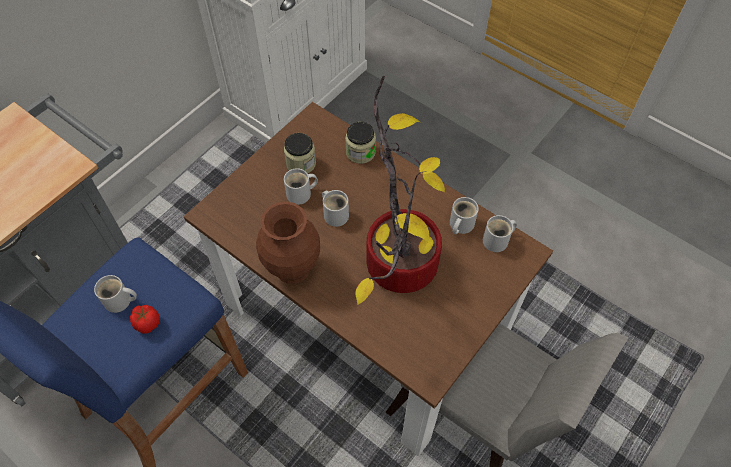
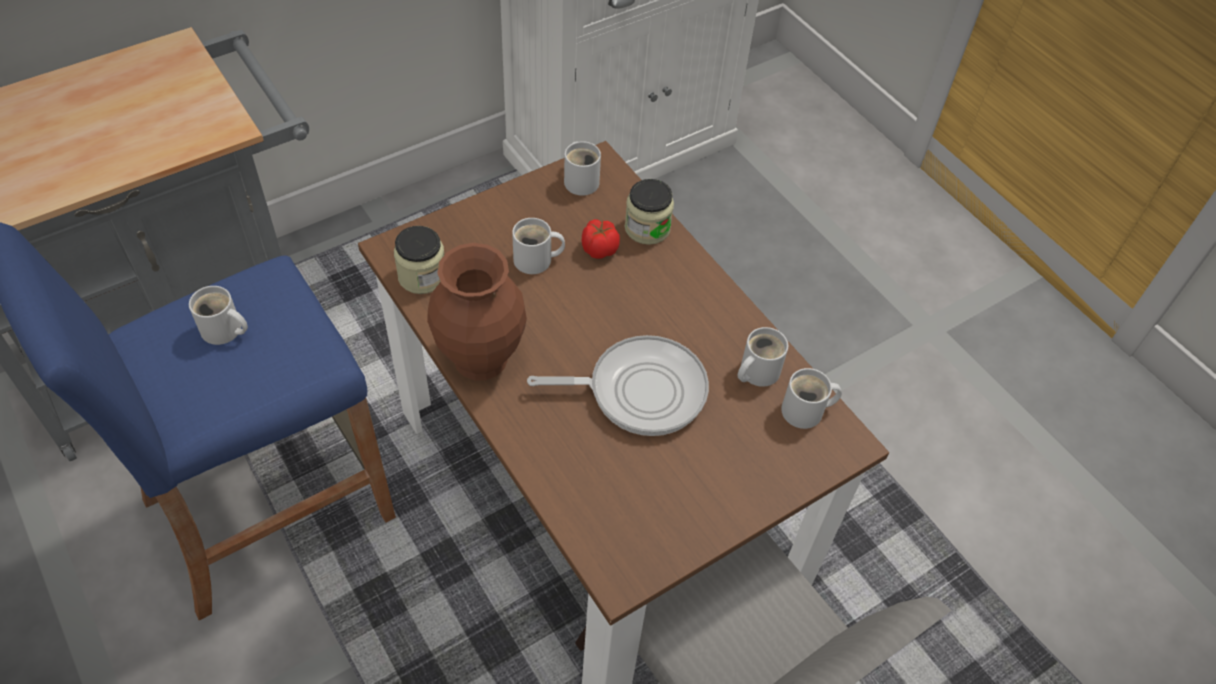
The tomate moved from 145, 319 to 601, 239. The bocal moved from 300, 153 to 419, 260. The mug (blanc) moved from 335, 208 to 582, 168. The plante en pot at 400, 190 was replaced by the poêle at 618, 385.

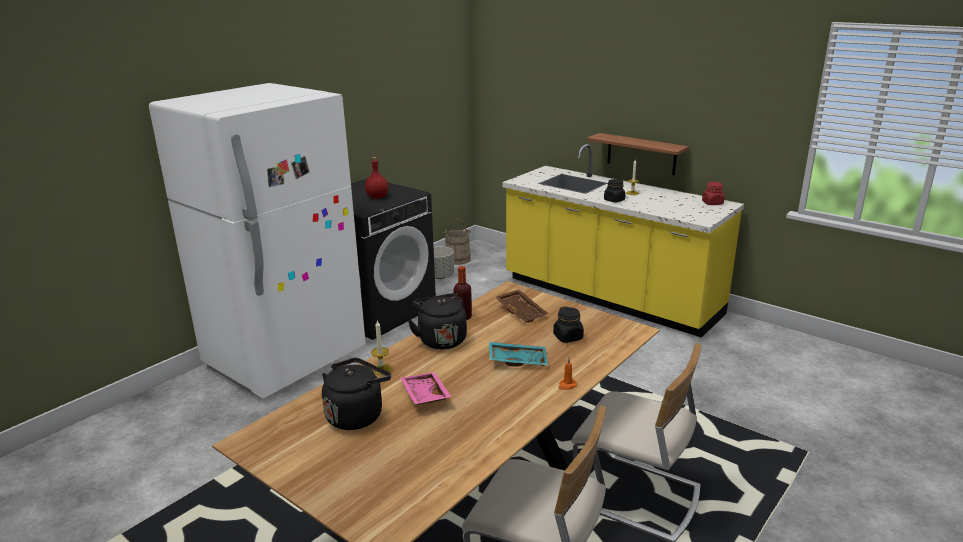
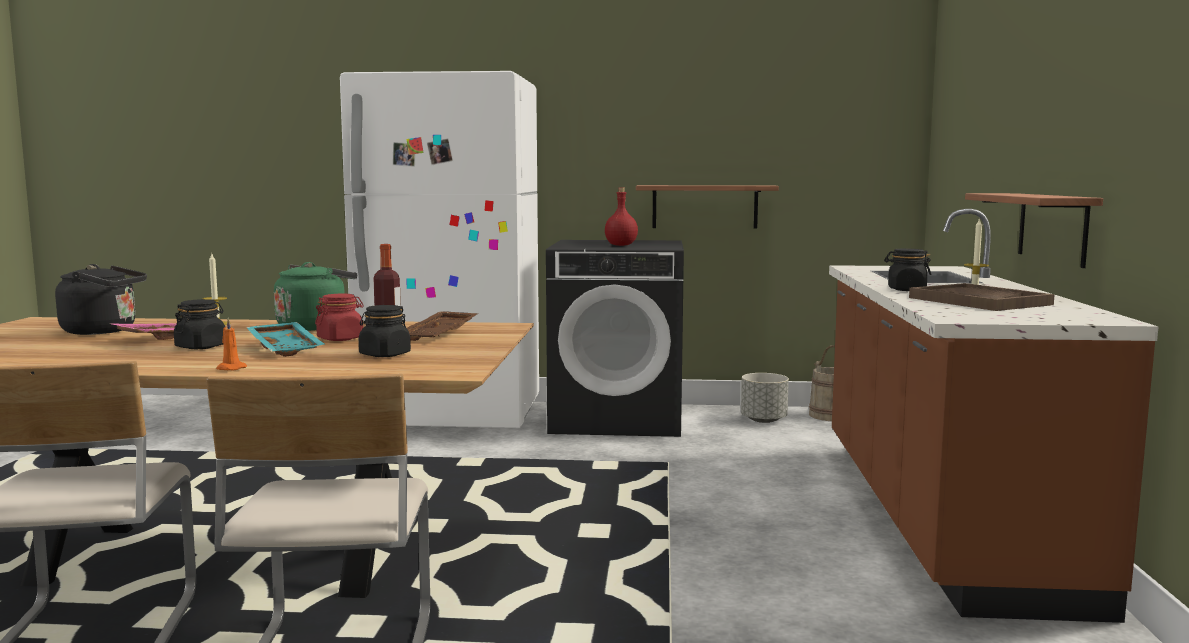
The bocal (noir) at 199, 324 appeared. The étagère at 707, 207 appeared. The plateau (marron) at 982, 297 appeared. The bocal (rouge) moved from 713, 193 to 339, 317. The bouilloire (noir) at 437, 321 became the bouilloire (vert) at 315, 296. The comptoir de cuisine (jaune) at 623, 241 became the comptoir de cuisine (marron) at 993, 416.

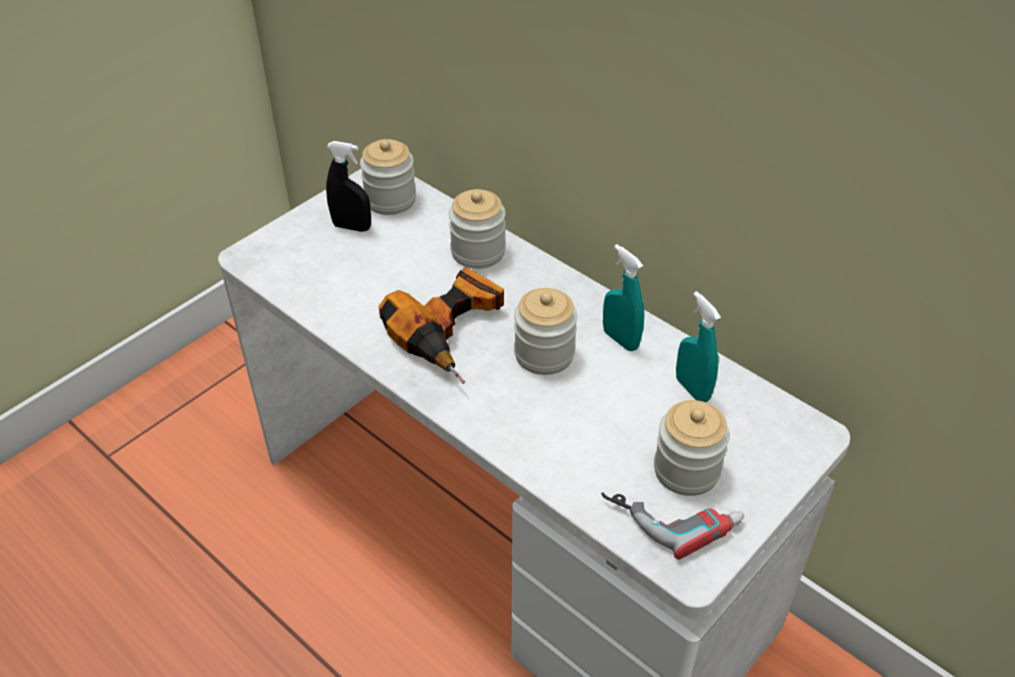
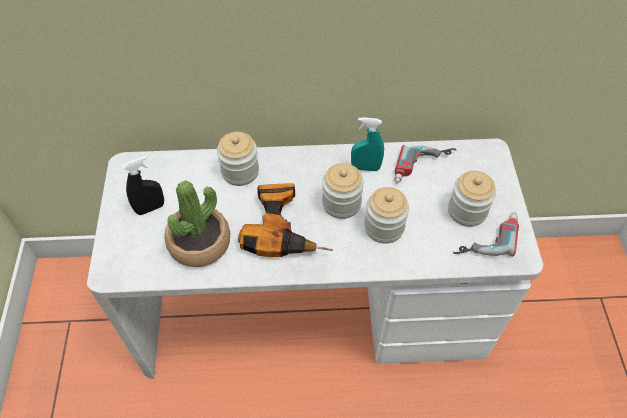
The plante en pot at 197, 224 appeared. The bocal moved from 388, 177 to 386, 215. The vaporisateur (turquoise) at 698, 346 was replaced by the perceuse at 425, 164.

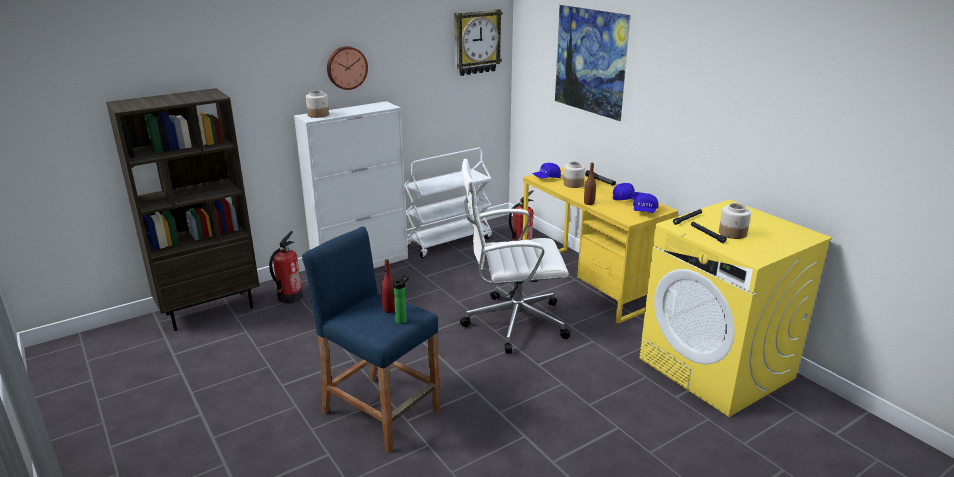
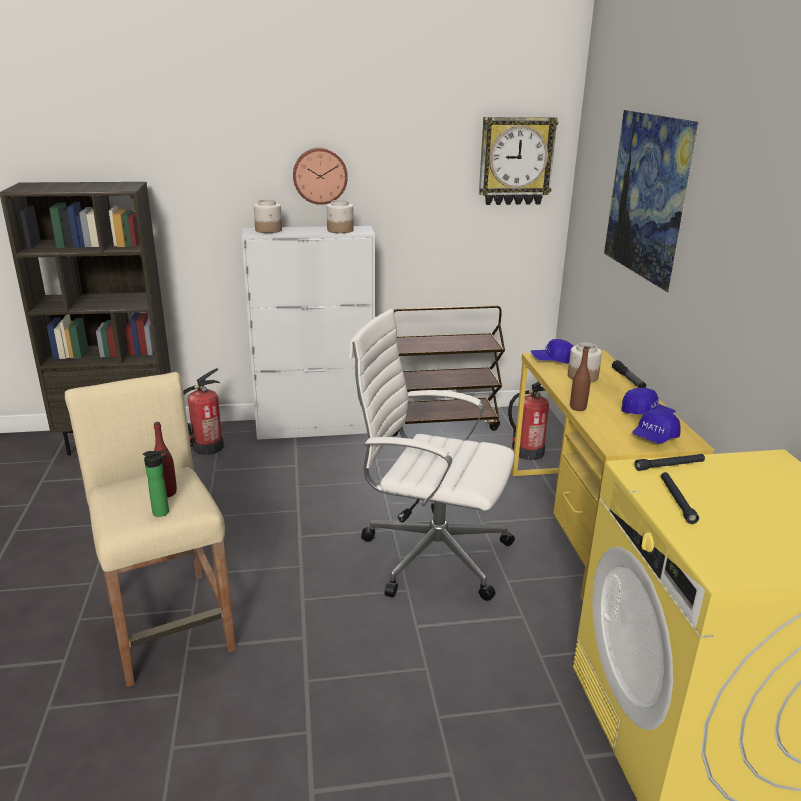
The bocal moved from 735, 221 to 340, 216. The tabouret (bleu) at 371, 339 became the tabouret (beige) at 150, 529. The chariot (blanc) at 448, 203 became the chariot (marron) at 449, 370.

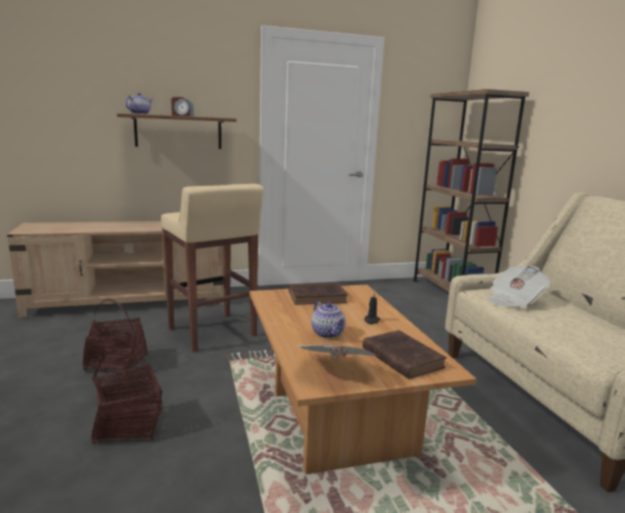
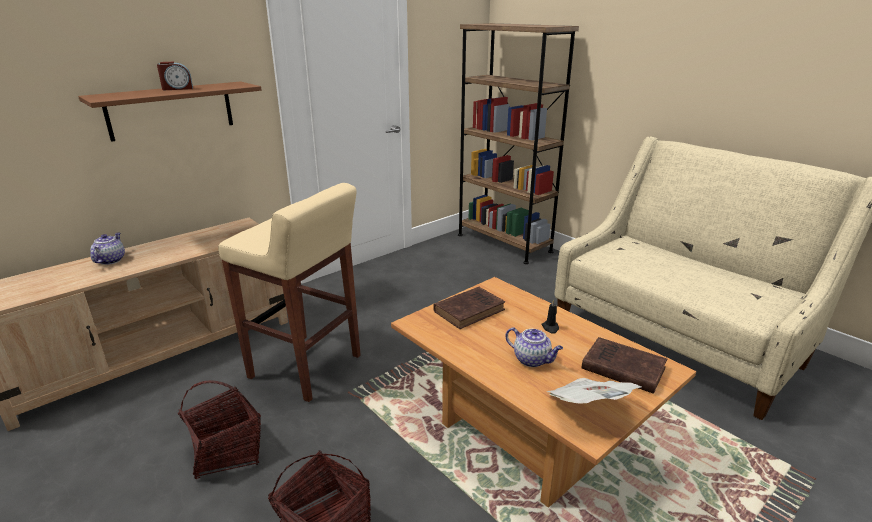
The journal at 520, 286 disappeared. The théière moved from 139, 103 to 107, 249.

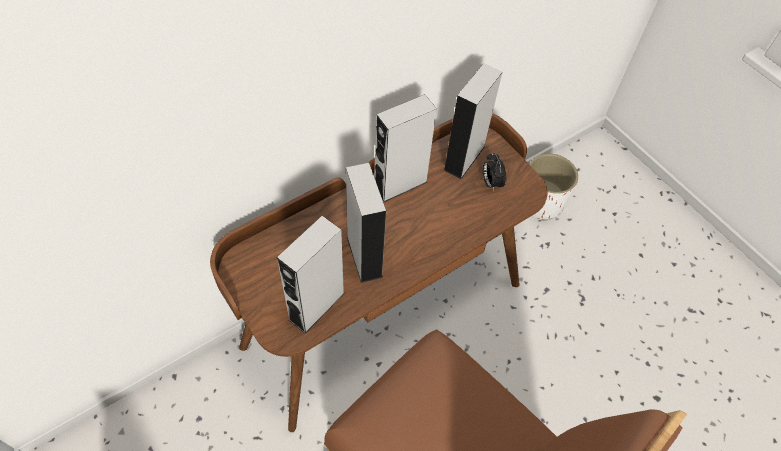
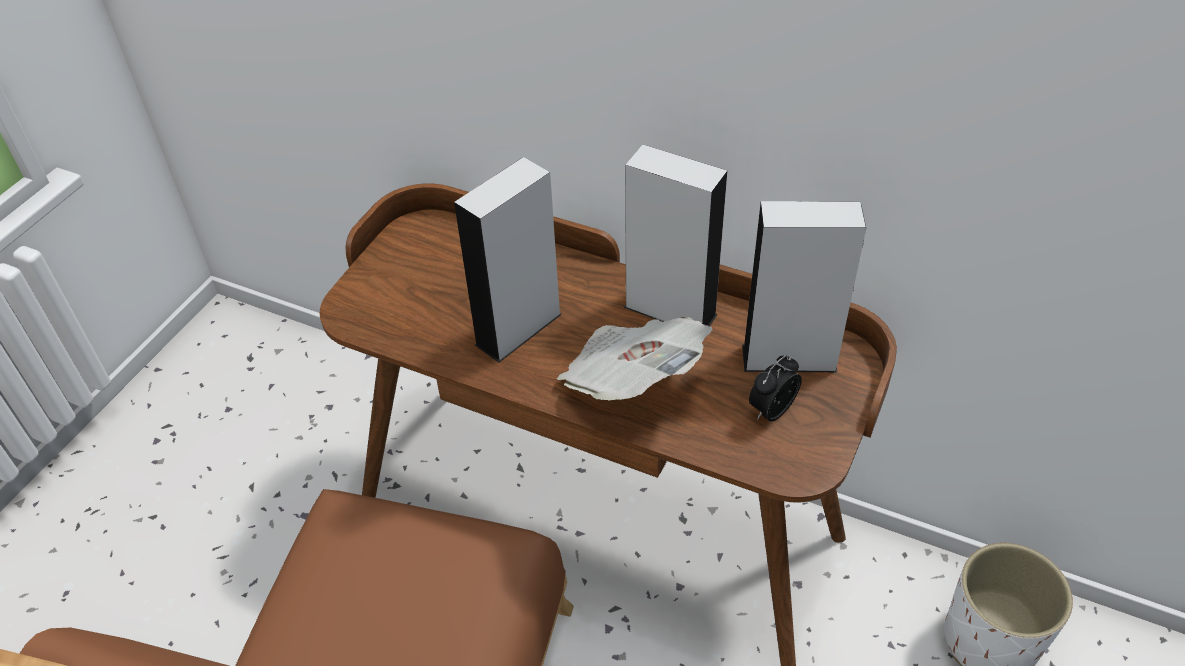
The enceinte (gris) at 311, 275 disappeared. The journal at 635, 358 appeared.

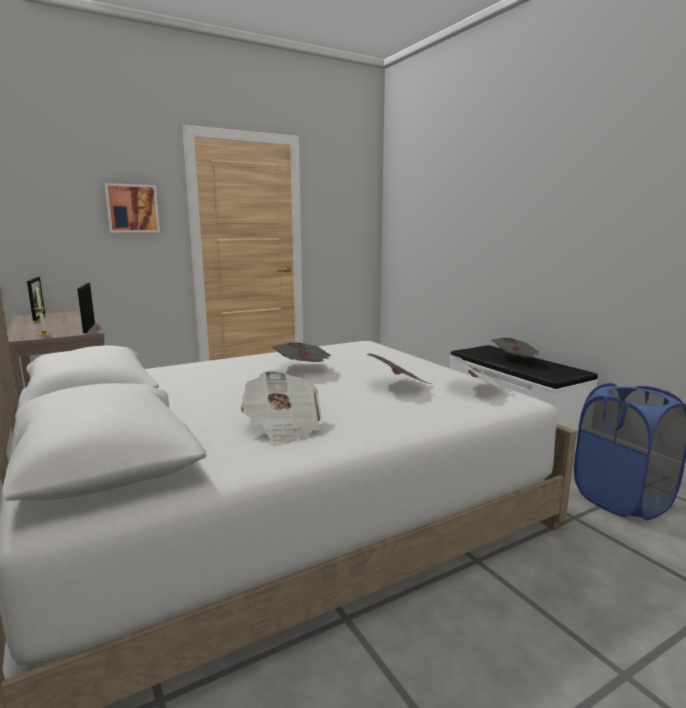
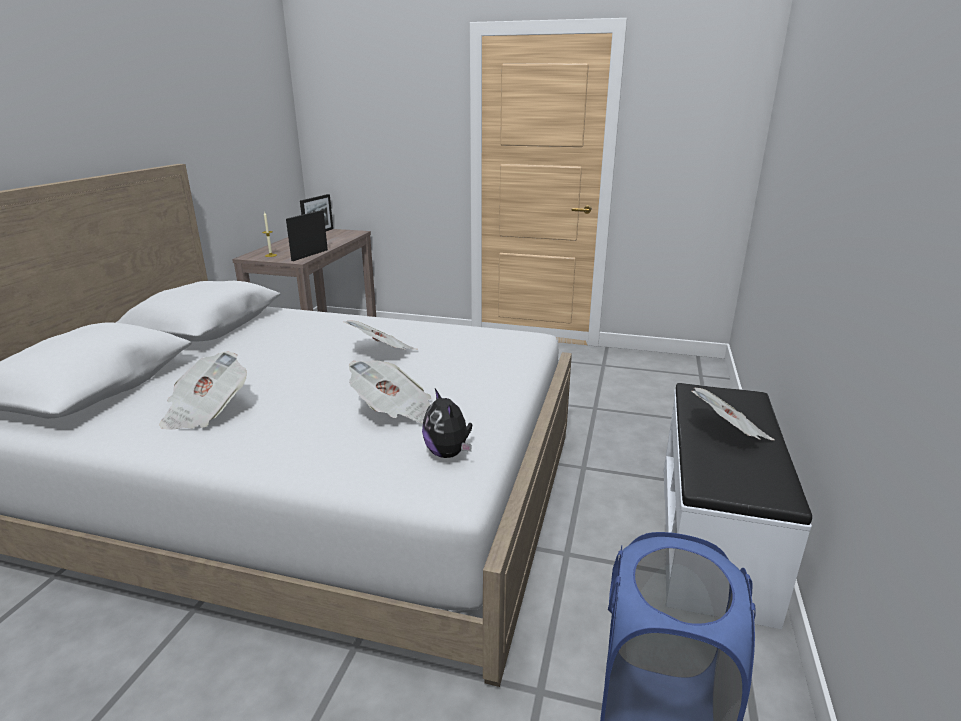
The tableau at 132, 207 disappeared. The journal at 478, 372 was replaced by the peluche at 447, 423.

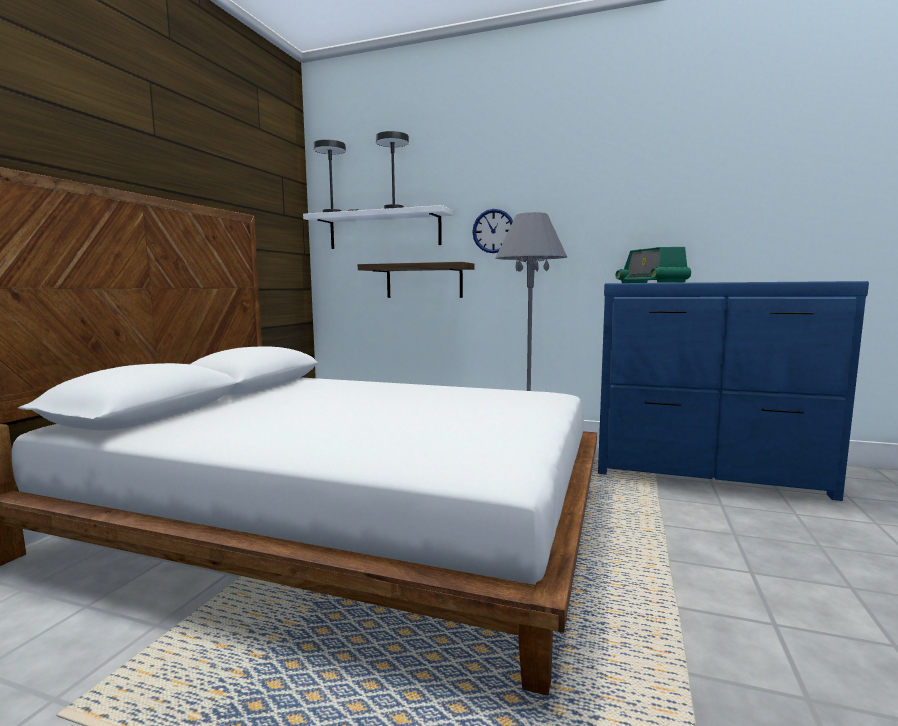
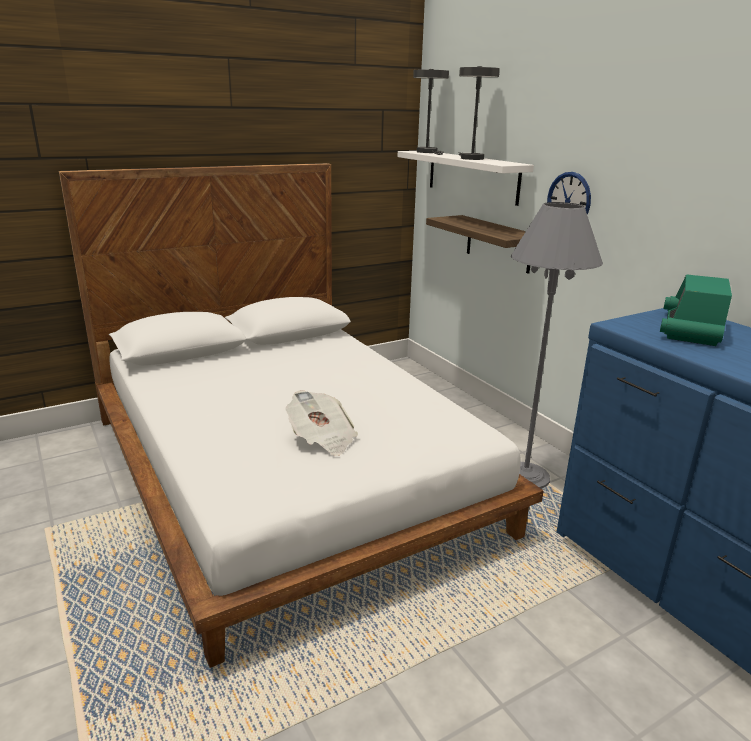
The journal at 321, 423 appeared.

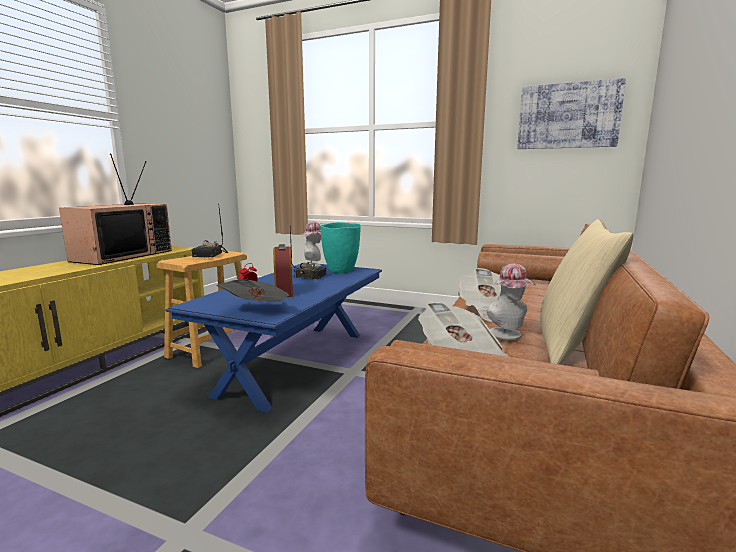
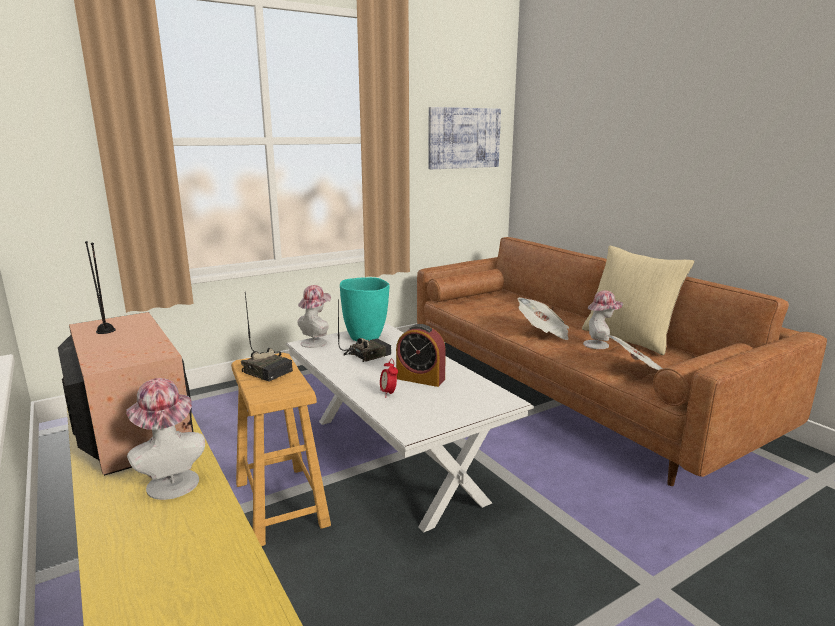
The journal at 253, 291 disappeared. The chapeau at 165, 439 appeared. The table basse (bleu) at 274, 337 became the table basse (blanc) at 410, 428.

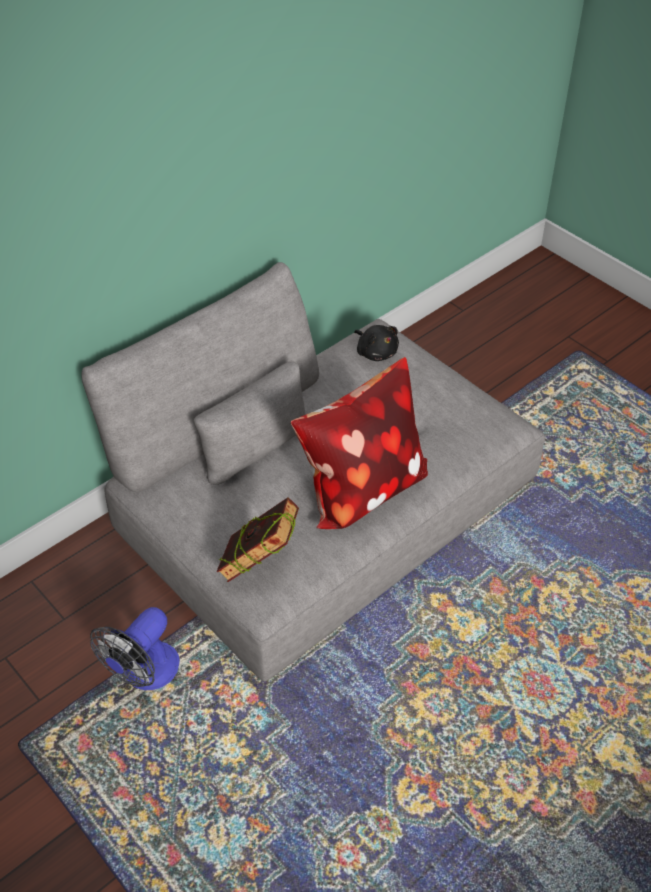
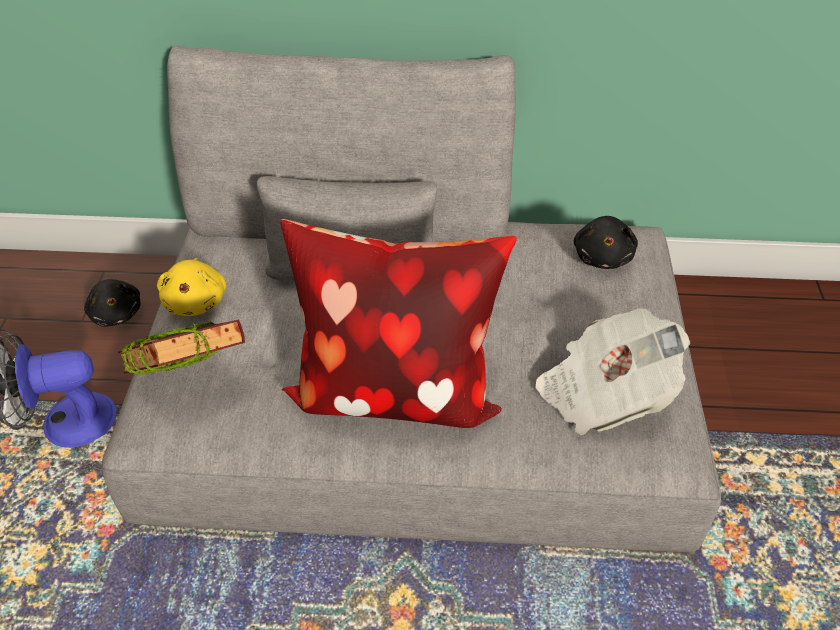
The peluche (noir) at 112, 303 appeared. The peluche (jaune) at 192, 287 appeared. The journal at 612, 371 appeared.

